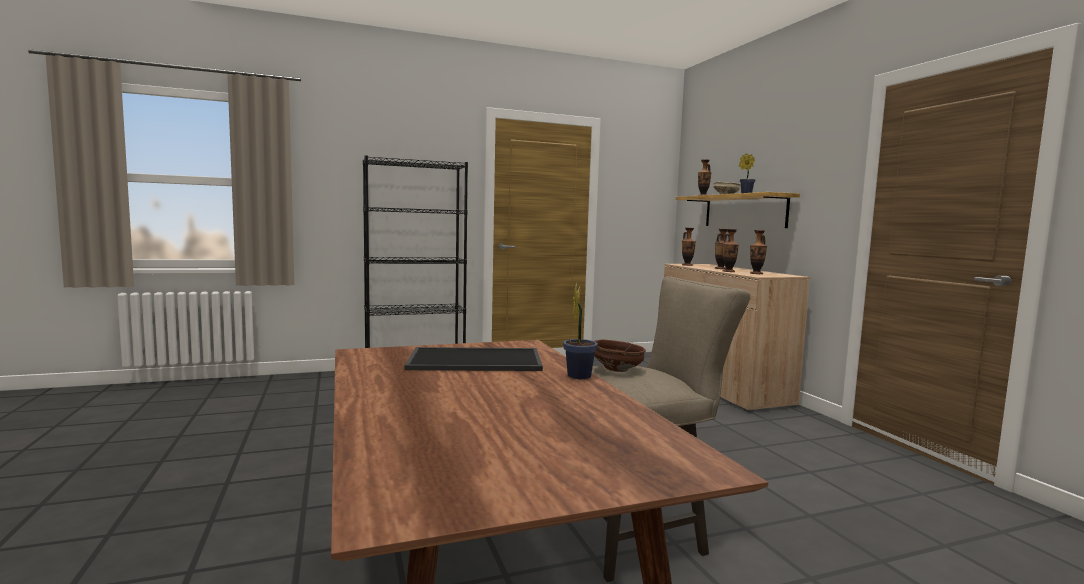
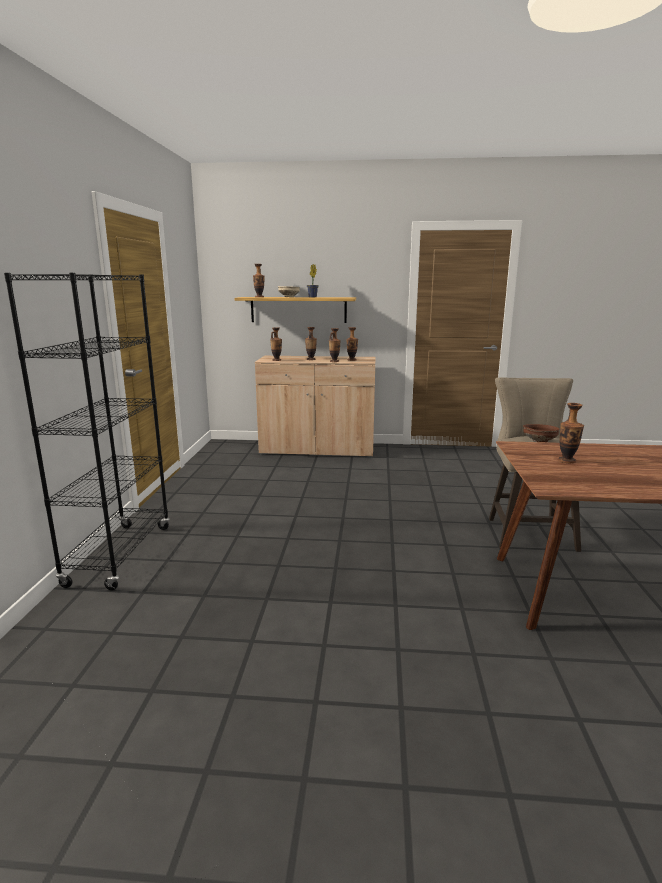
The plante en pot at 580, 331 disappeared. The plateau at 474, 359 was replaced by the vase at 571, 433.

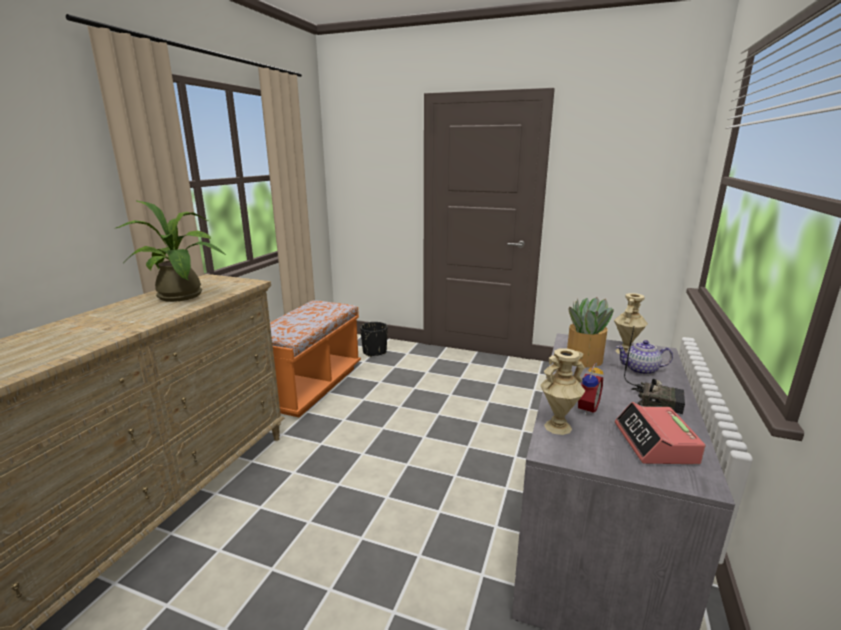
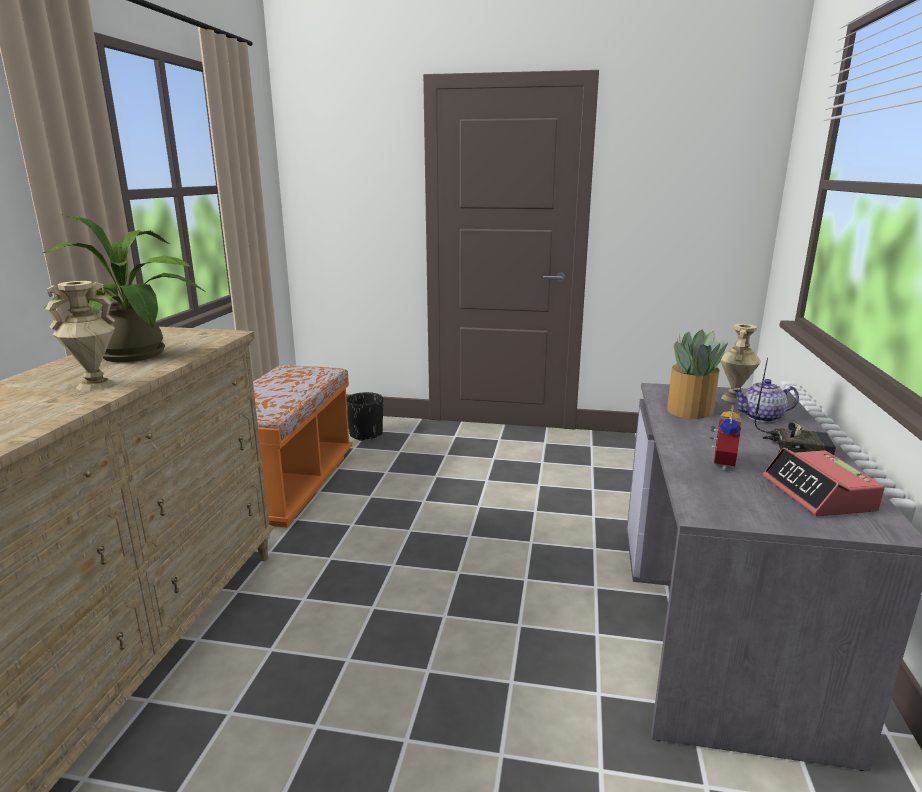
The vase (beige) moved from 562, 391 to 80, 336.

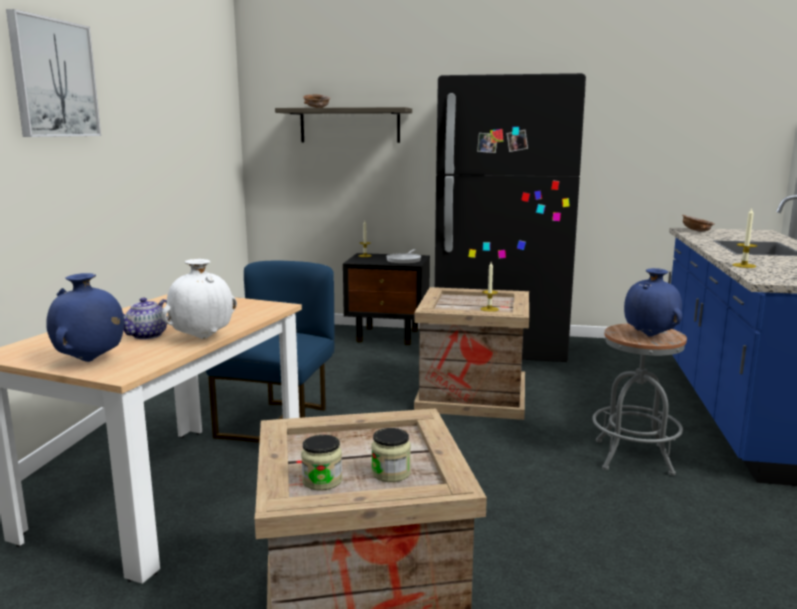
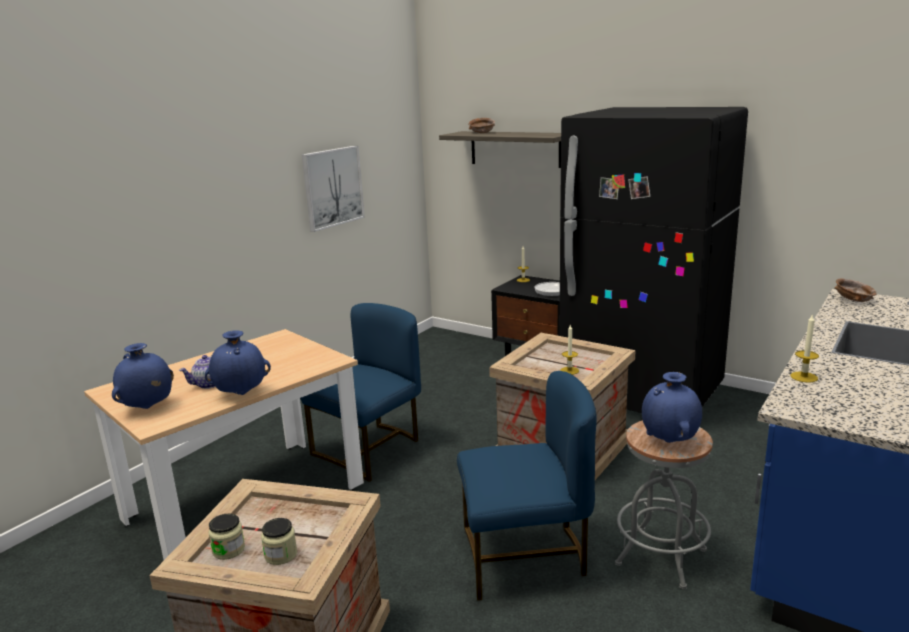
The chaise (bleu) at 527, 486 appeared. The tableau moved from 53, 73 to 333, 189. The vase (blanc) at 199, 299 became the vase (bleu) at 238, 362.

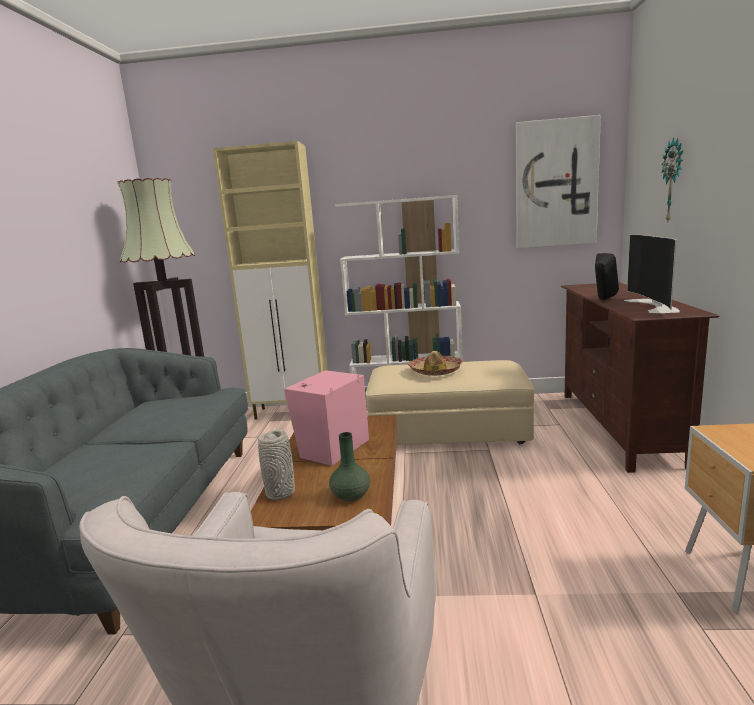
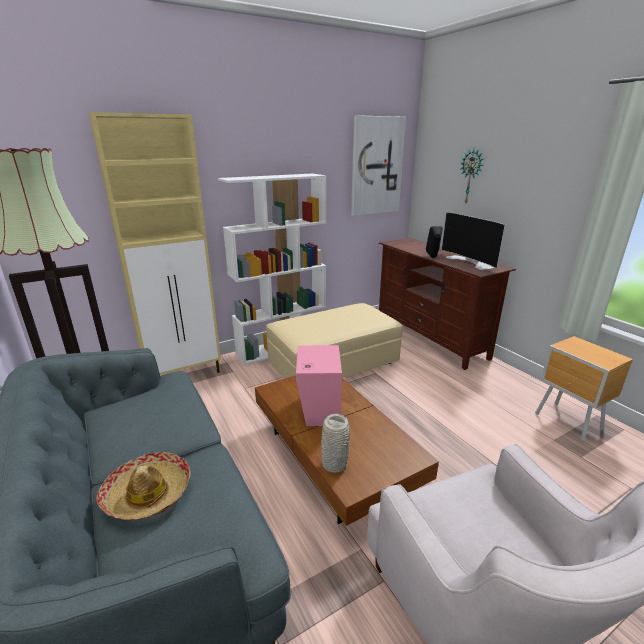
The vase (vert) at 349, 466 disappeared. The chapeau moved from 435, 363 to 143, 486.

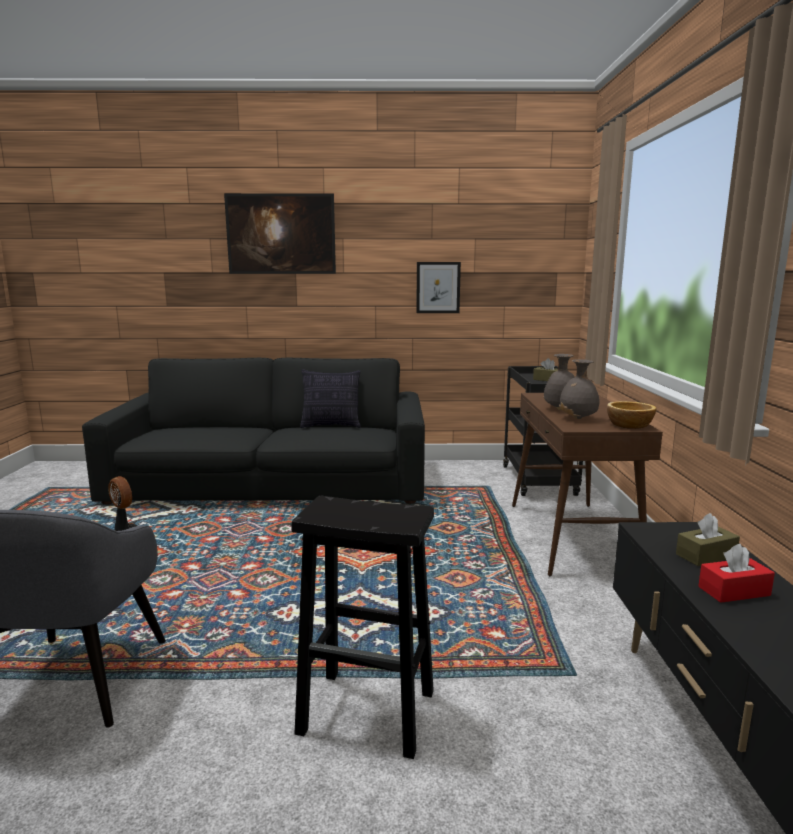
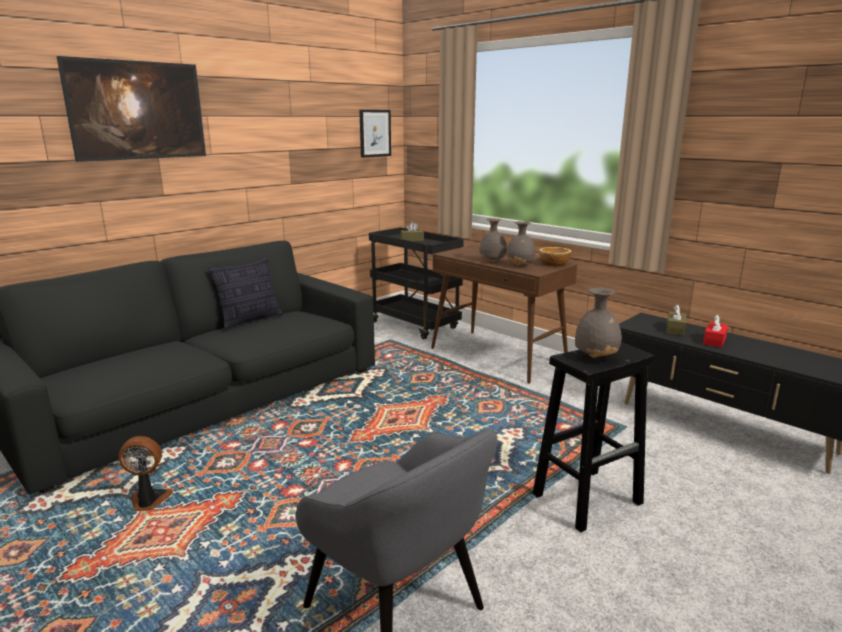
The vase (gris) at 598, 323 appeared. The tableau moved from 438, 287 to 375, 134.

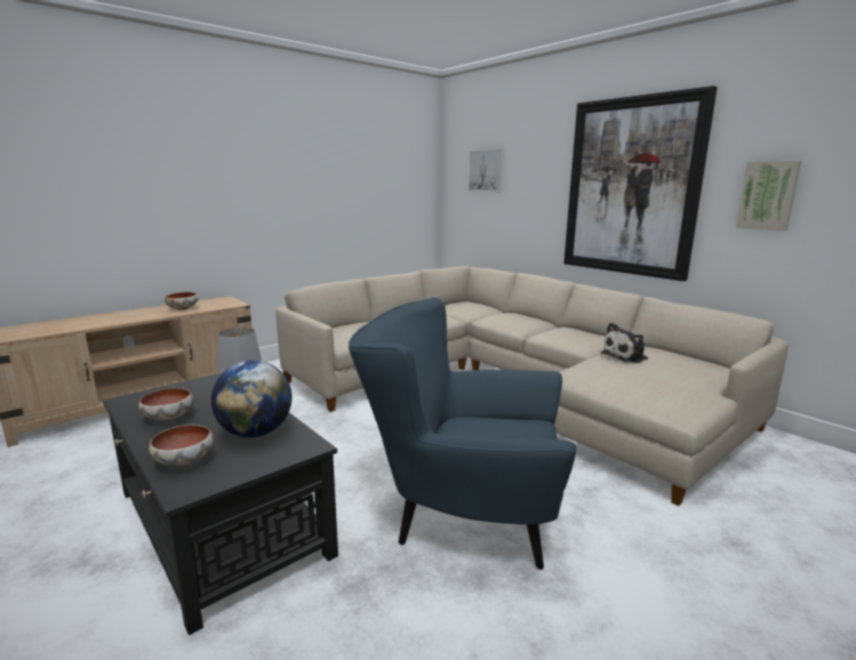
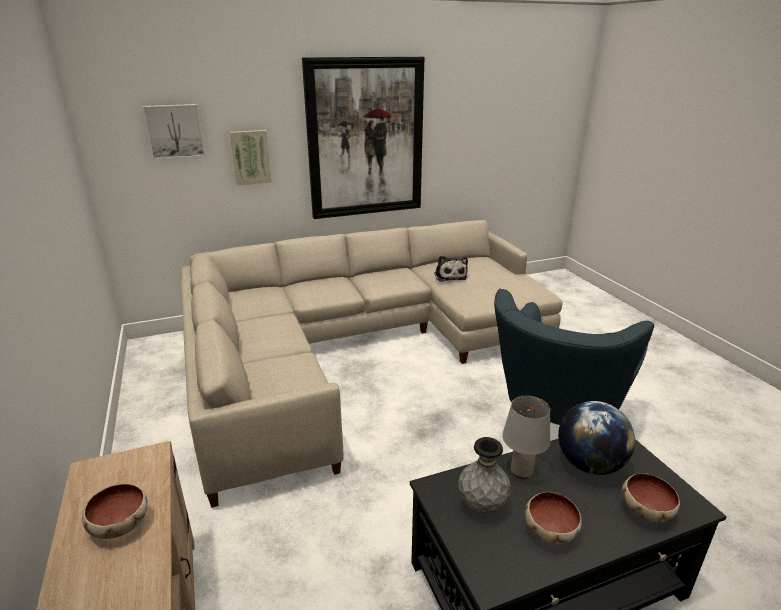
The vase (gris) at 484, 475 appeared. The tableau moved from 768, 195 to 251, 157.

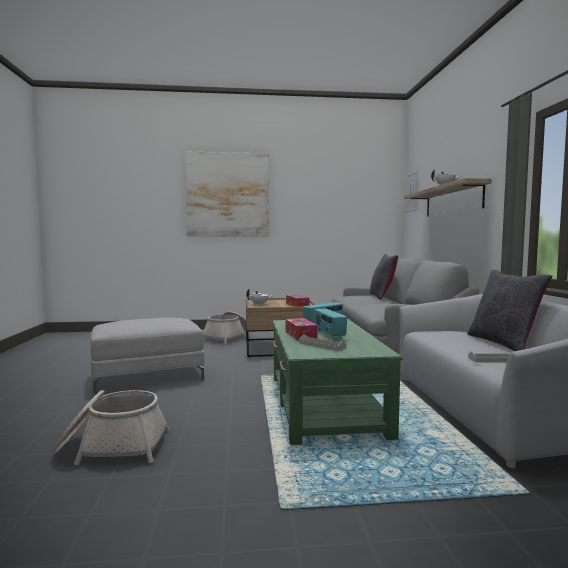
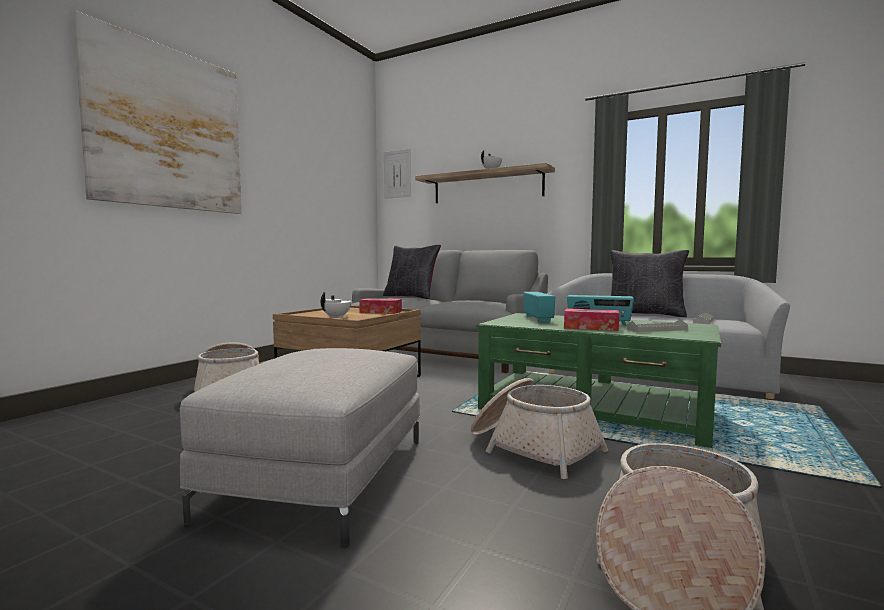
The panier at 539, 428 appeared.

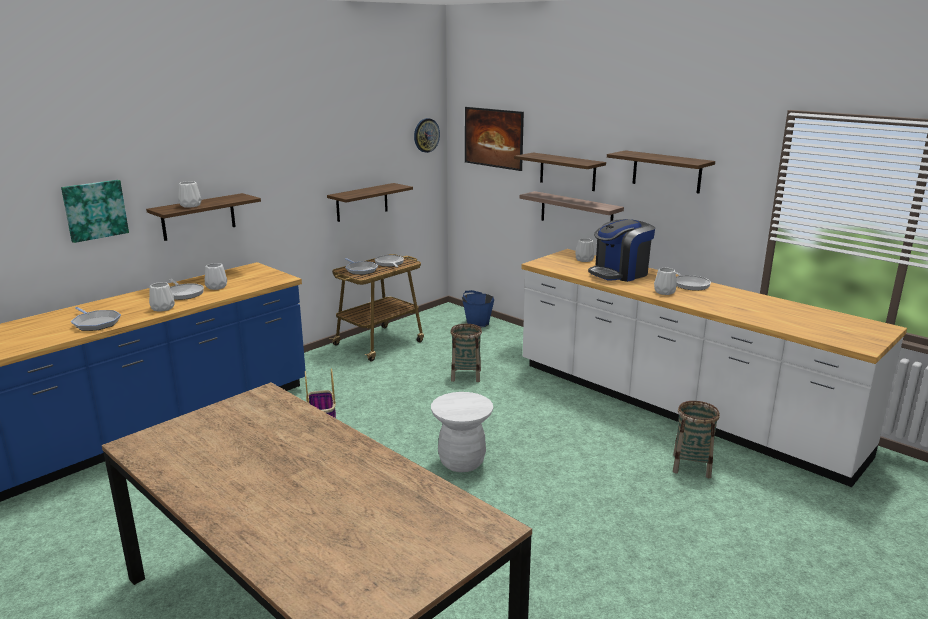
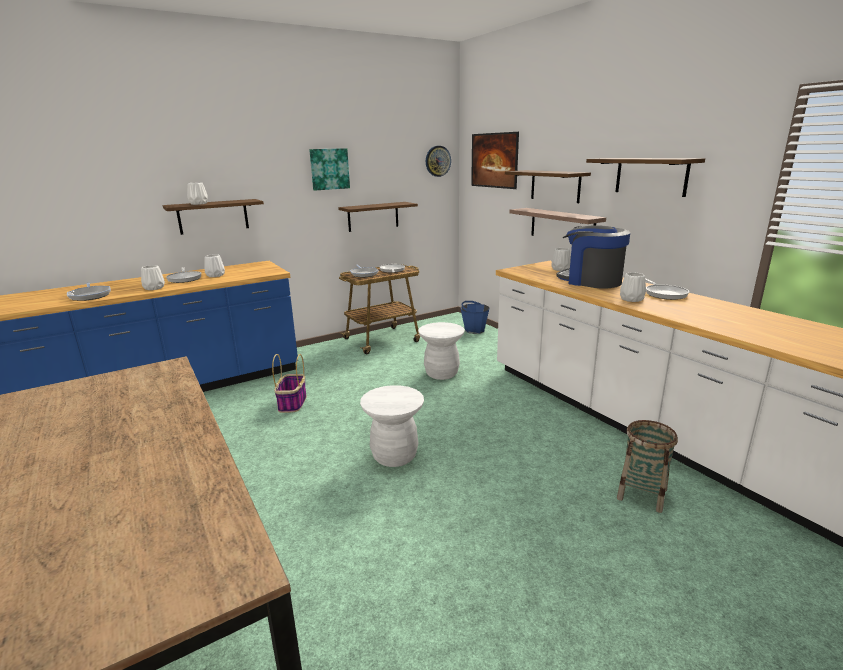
The tableau moved from 95, 211 to 329, 169. The panier at 466, 353 was replaced by the tabouret (blanc) at 441, 351. The machine à café at 621, 250 turned 60 degrees clockwise.

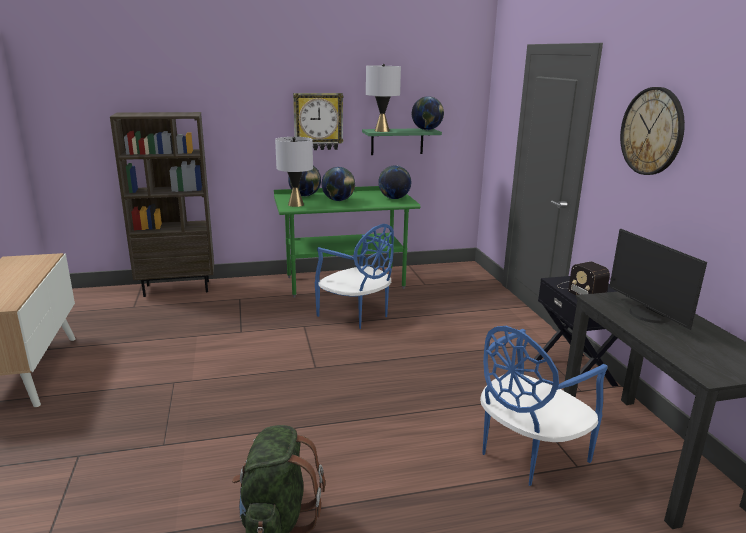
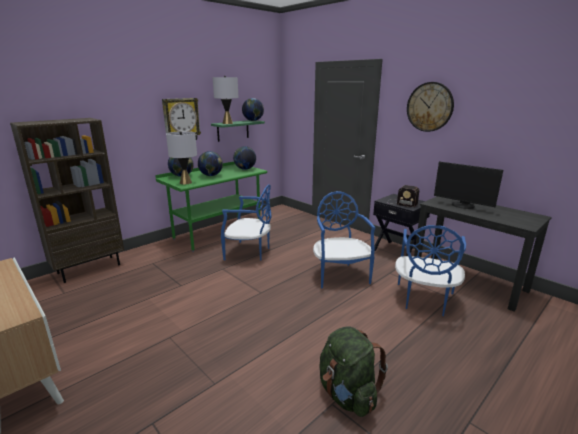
The chaise (bleu) at 344, 239 appeared.

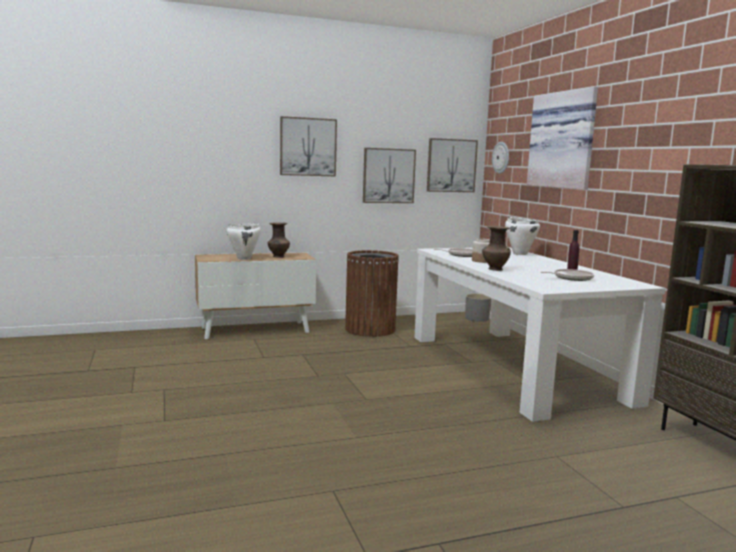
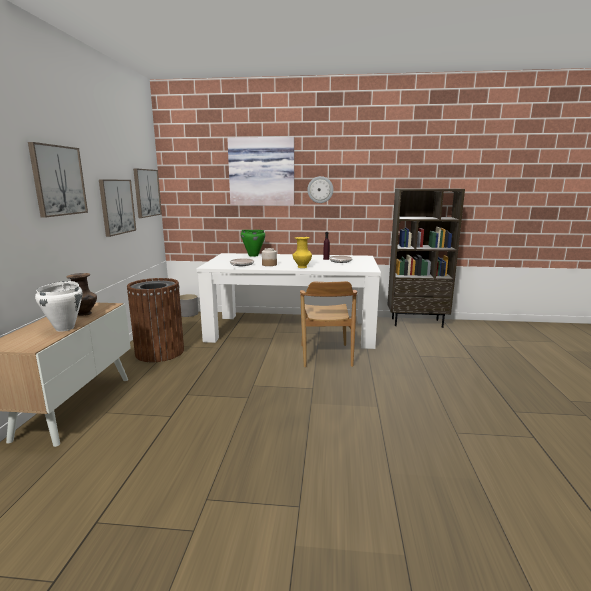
The chaise (marron) at 328, 324 appeared. The horloge murale moved from 500, 158 to 320, 189. The vase (marron) at 496, 248 became the vase (jaune) at 302, 252. The marmite (blanc) at 522, 236 became the marmite (vert) at 253, 243.

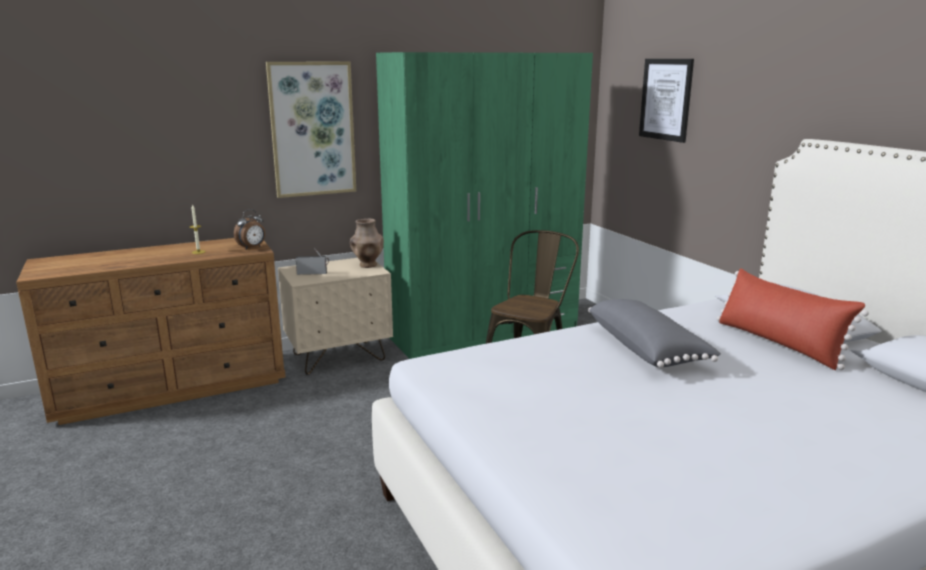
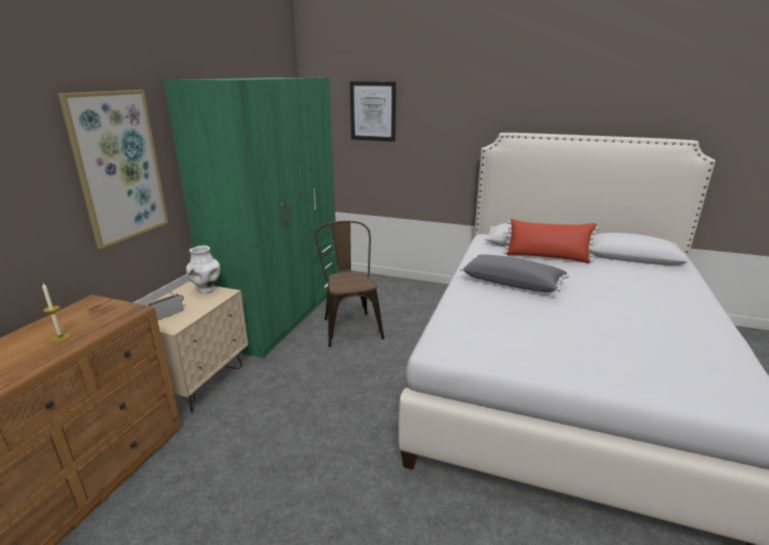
The réveil at 249, 229 disappeared. The vase (marron) at 367, 243 became the vase (blanc) at 203, 270.

